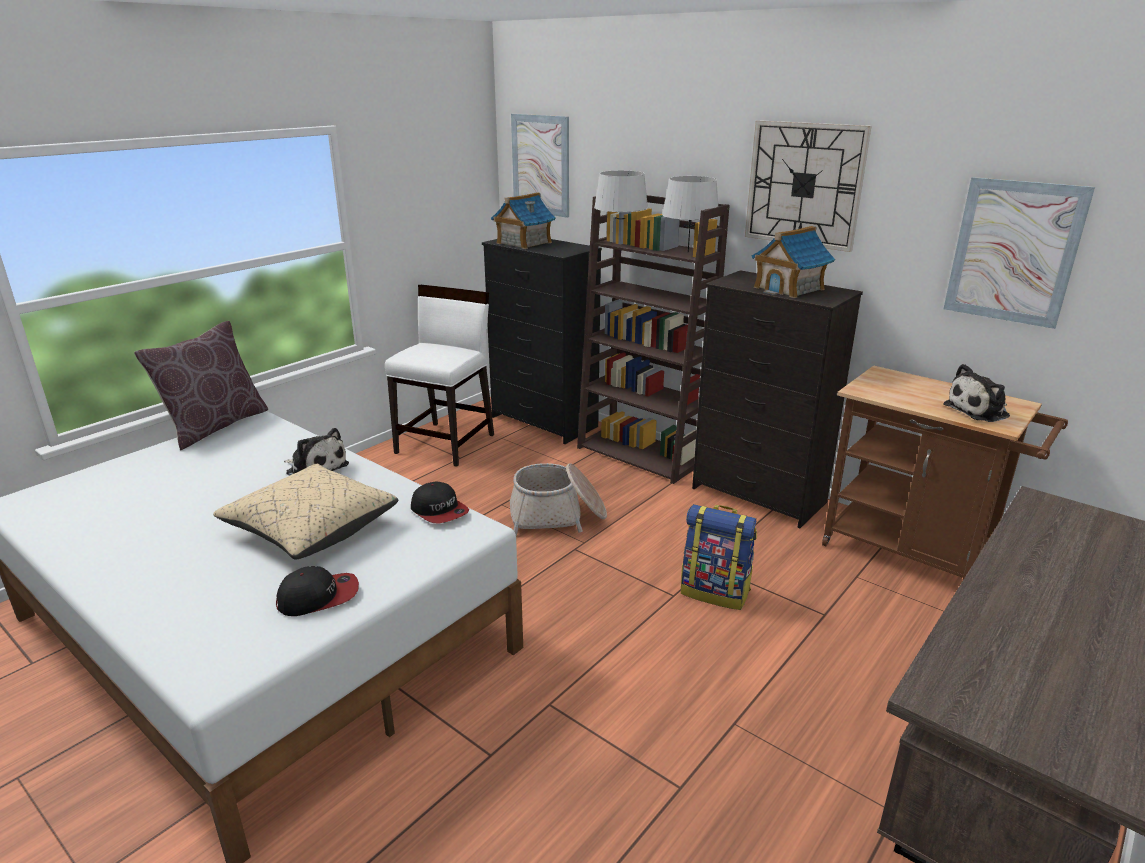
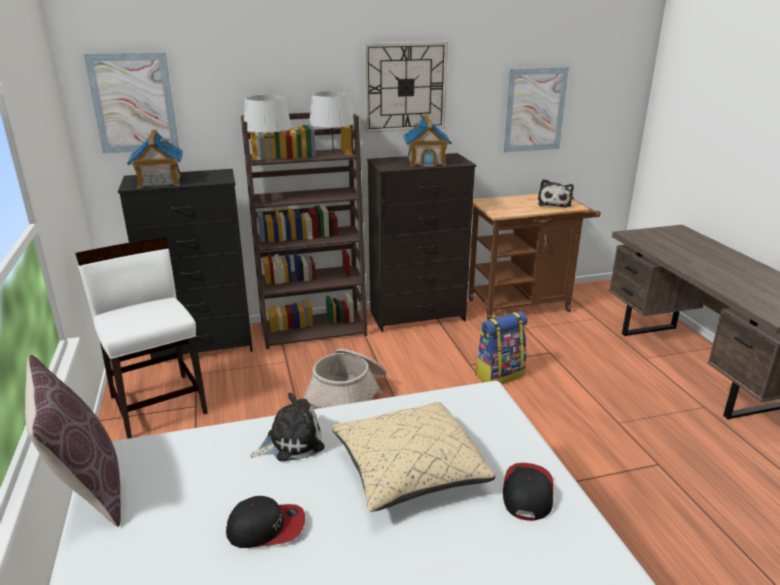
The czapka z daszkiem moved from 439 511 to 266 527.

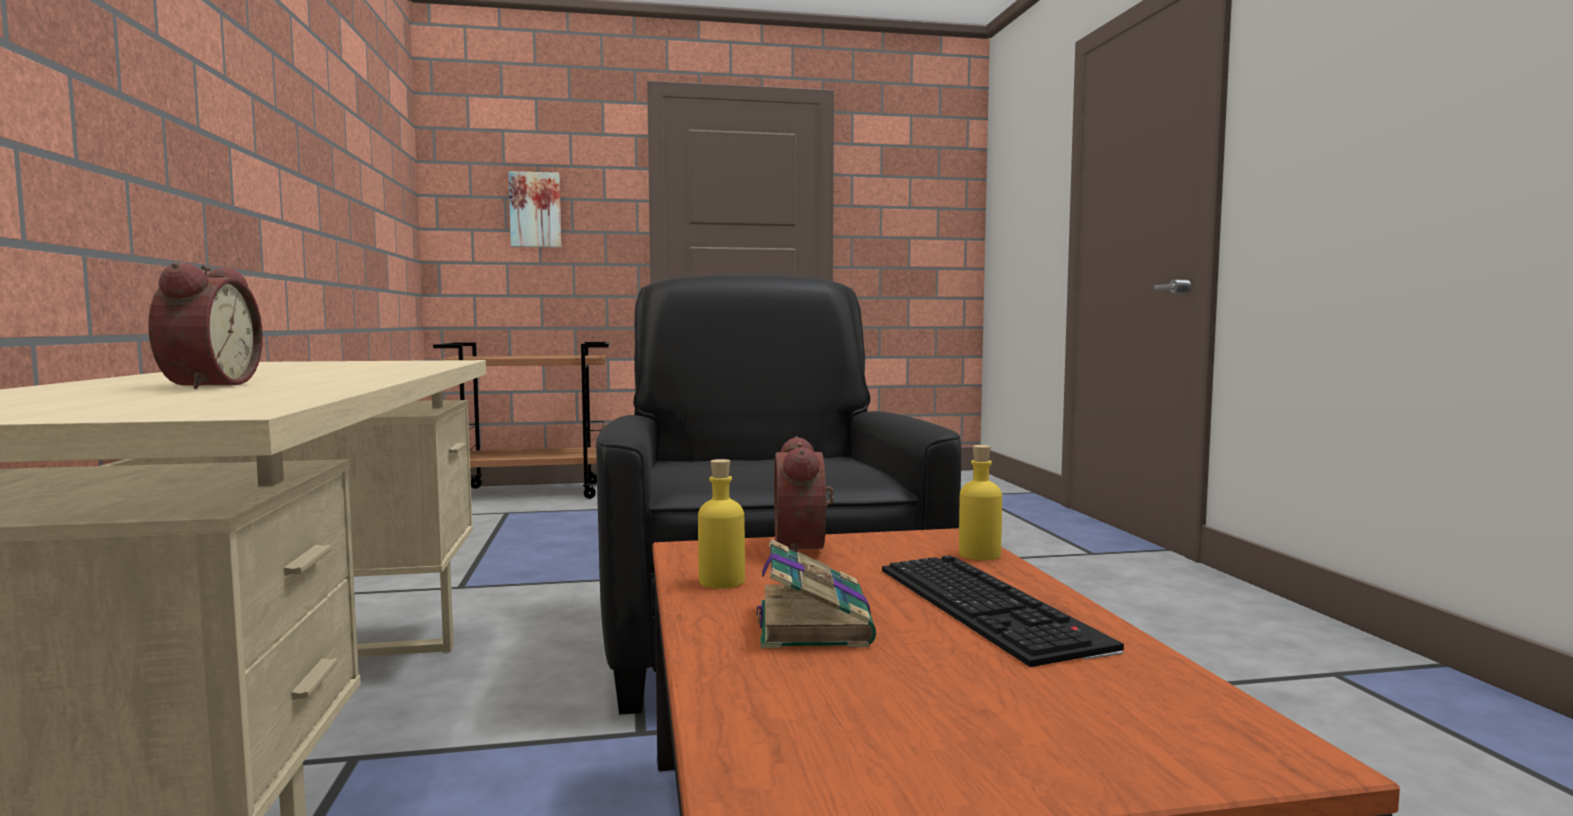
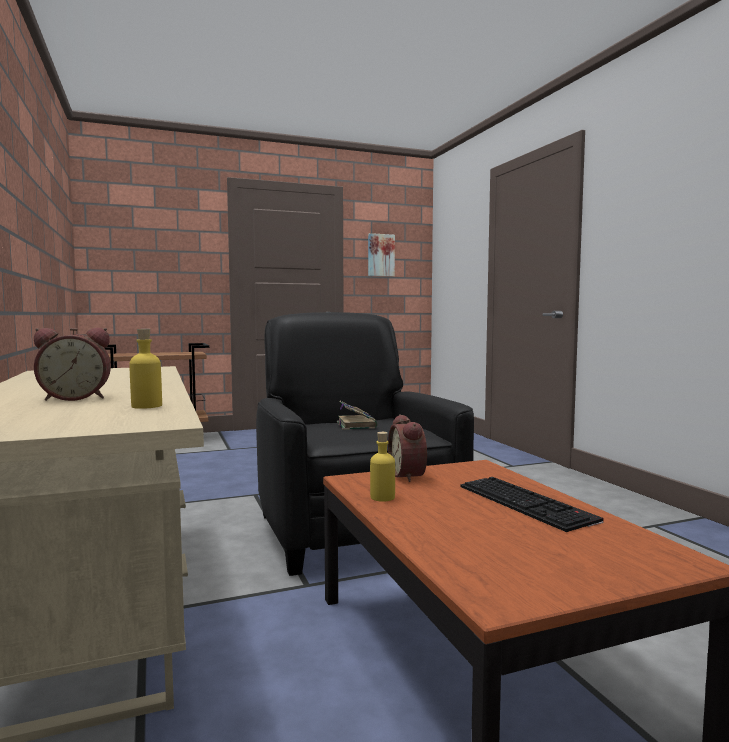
The budzik at 204 385 turned 90 degrees clockwise. The obraz moved from 535 210 to 380 255. The książka moved from 813 623 to 356 425. The butelka (żółty) moved from 979 555 to 146 406.

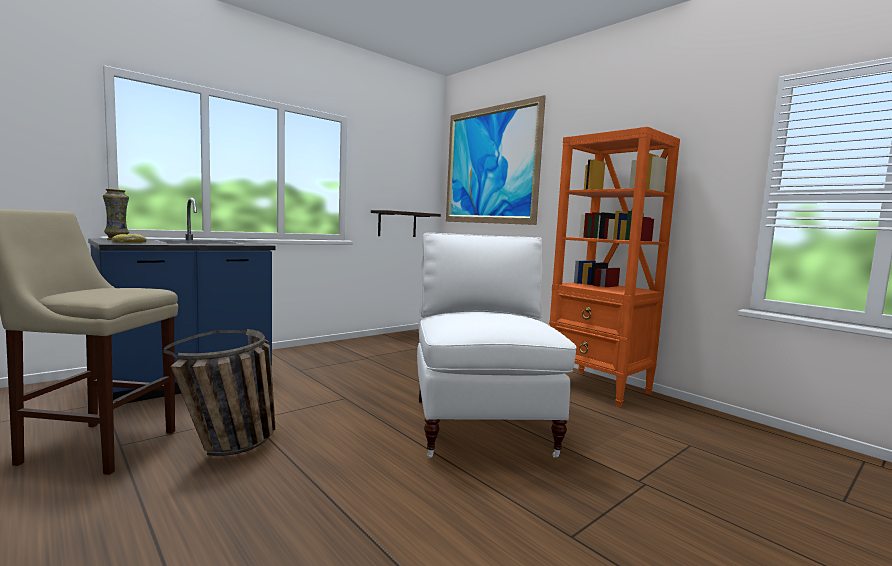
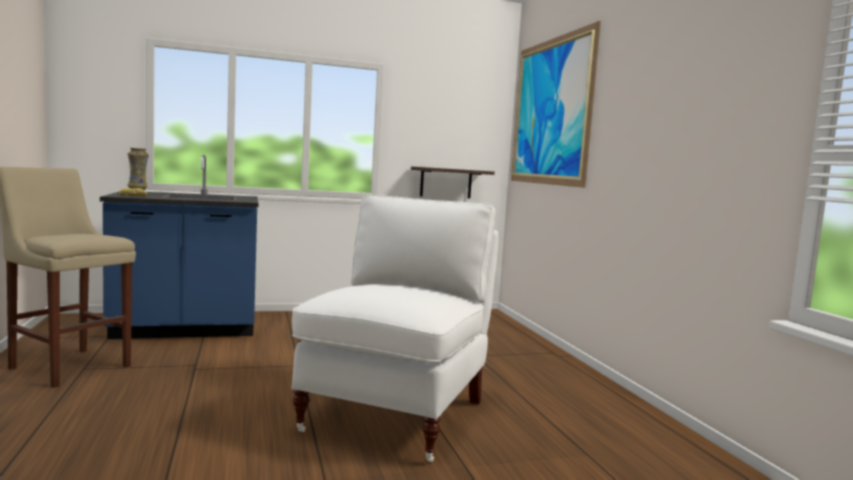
The koszyk at 232 447 disappeared. The regał (pomarańczowy) at 598 388 disappeared.

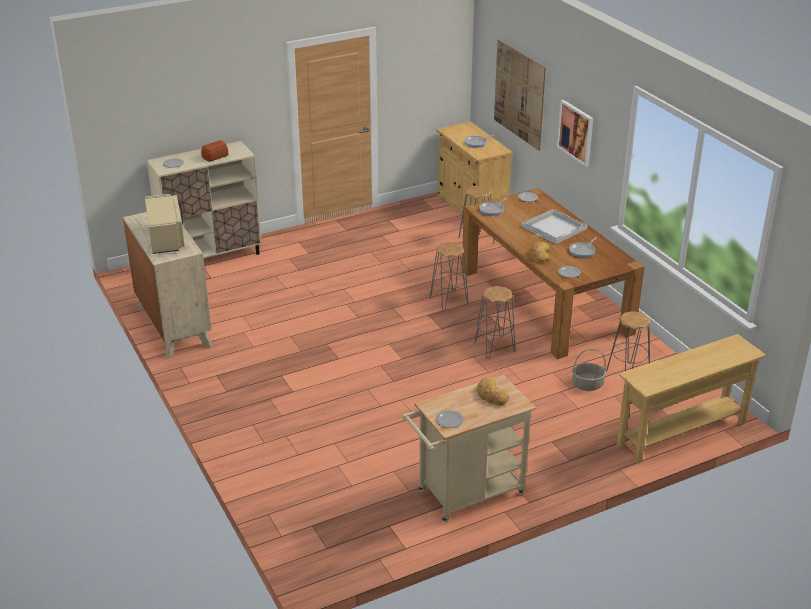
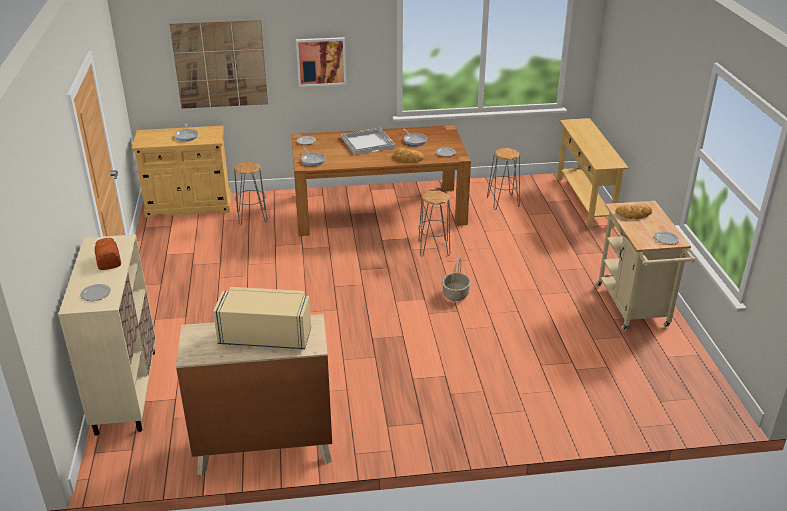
The stołek (szary) at 448 300 disappeared. The koszyk moved from 588 384 to 455 294.

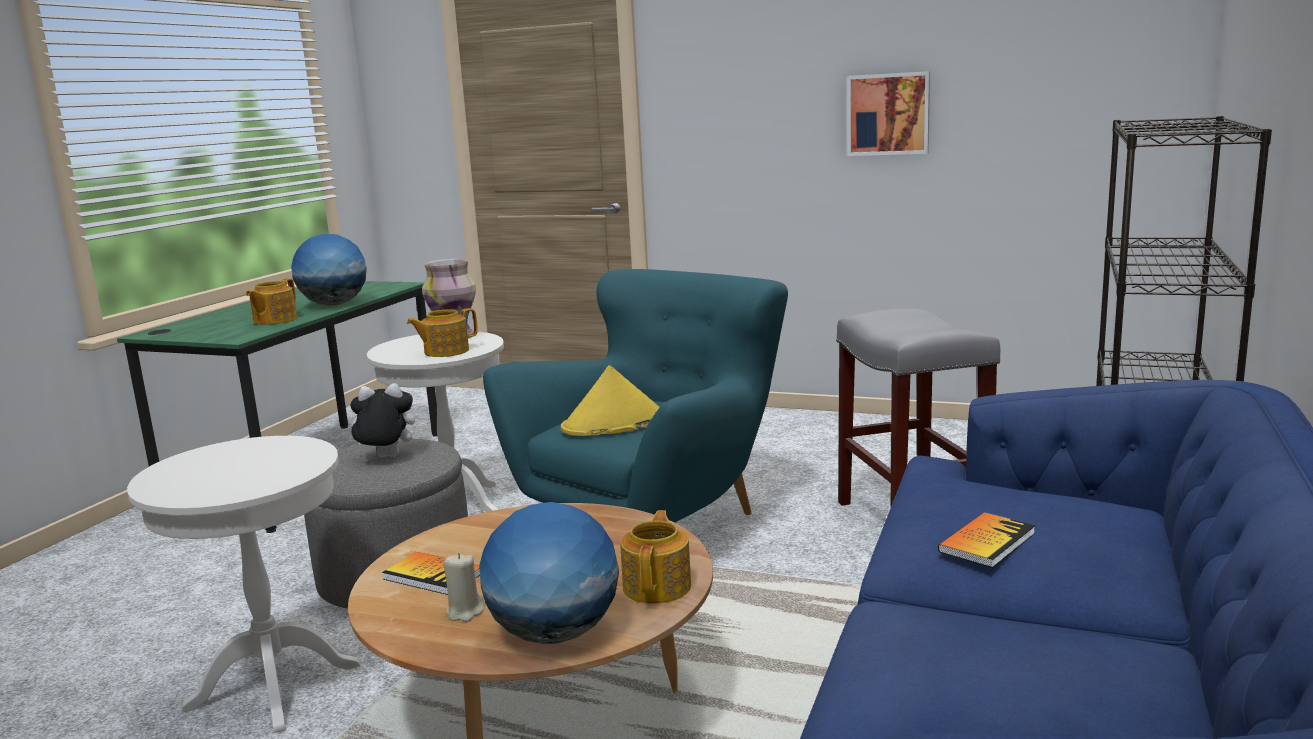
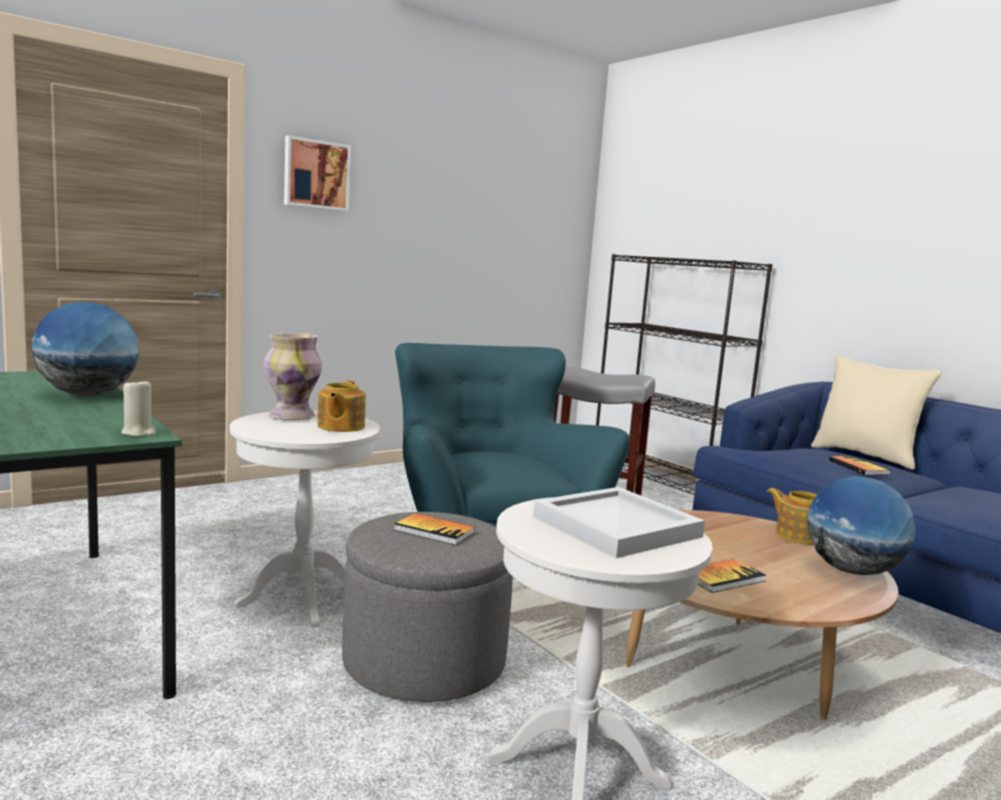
The imbryk at 274 320 disappeared. The pluszak at 385 458 was replaced by the książka at 434 531. The świeca (beżowy) moved from 465 612 to 139 433. The kapelusz (żółty) at 614 424 disappeared. The obraz moved from 888 114 to 316 174. The taca (biały) at 616 527 appeared. The poduszka (beżowy) at 865 456 appeared.

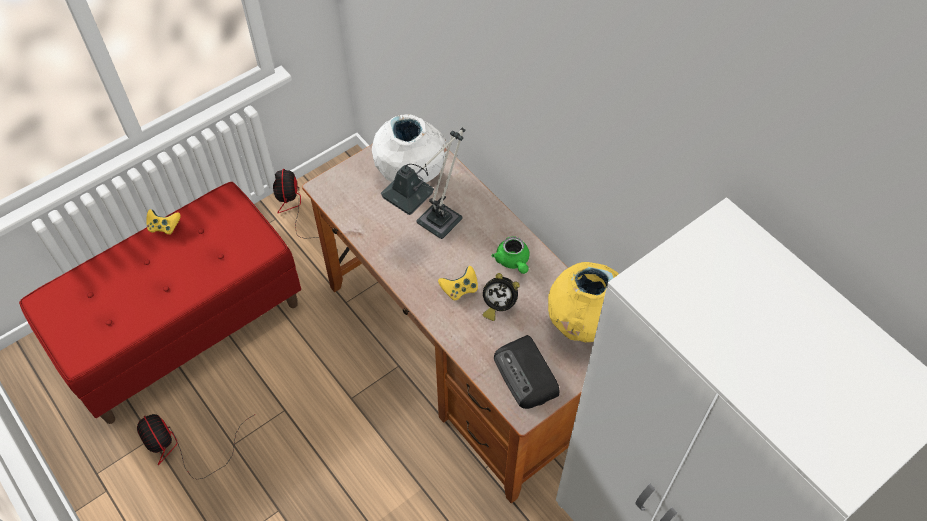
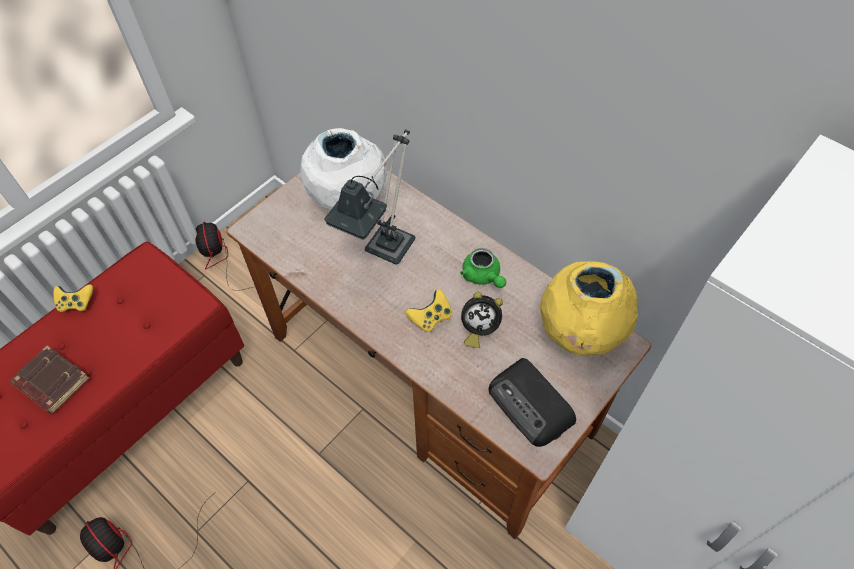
The książka (brązowy) at 51 382 appeared.

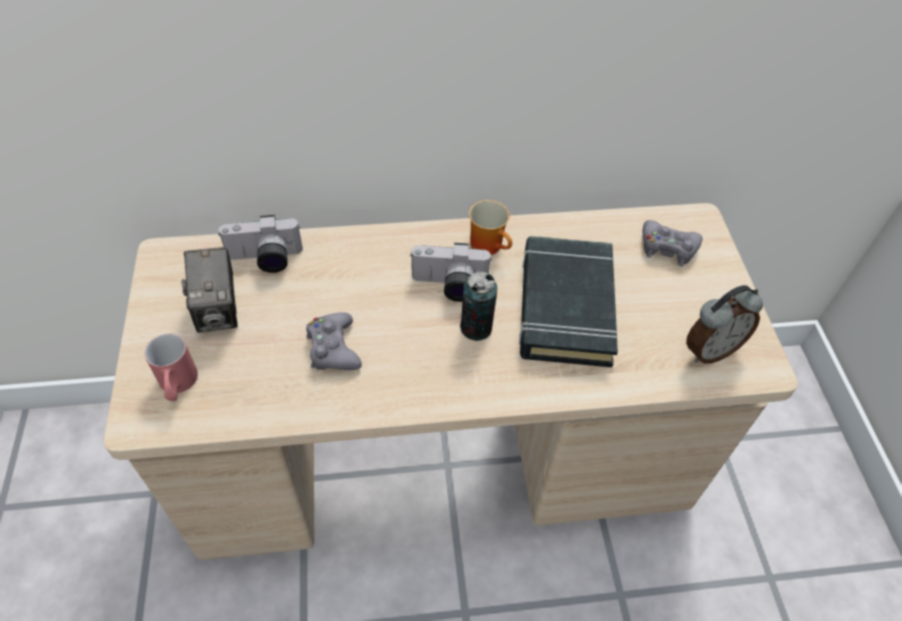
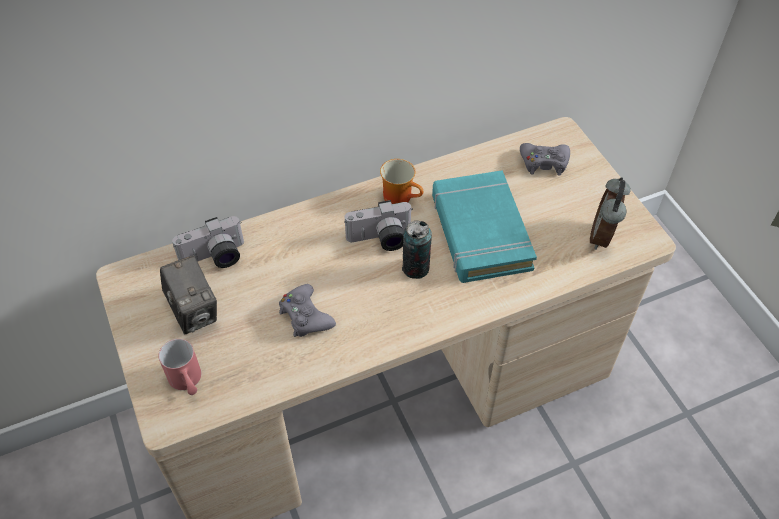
The książka (czarny) at 565 307 became the książka (turkusowy) at 480 232. The budzik at 709 349 turned 150 degrees clockwise.

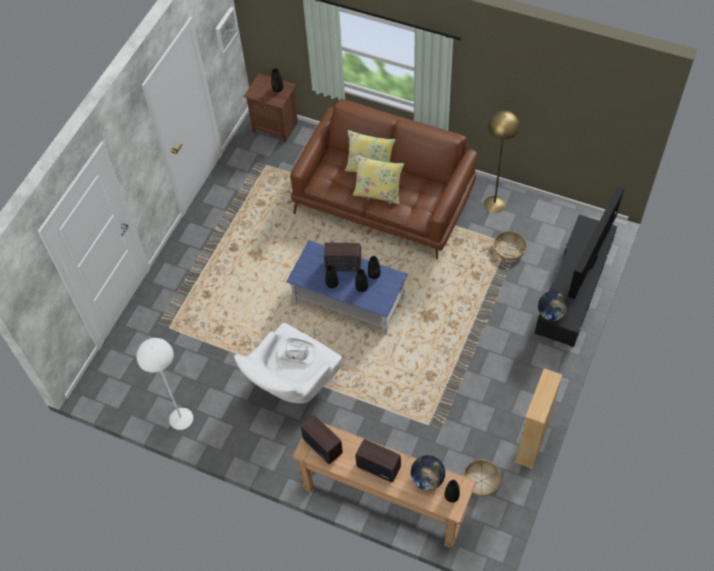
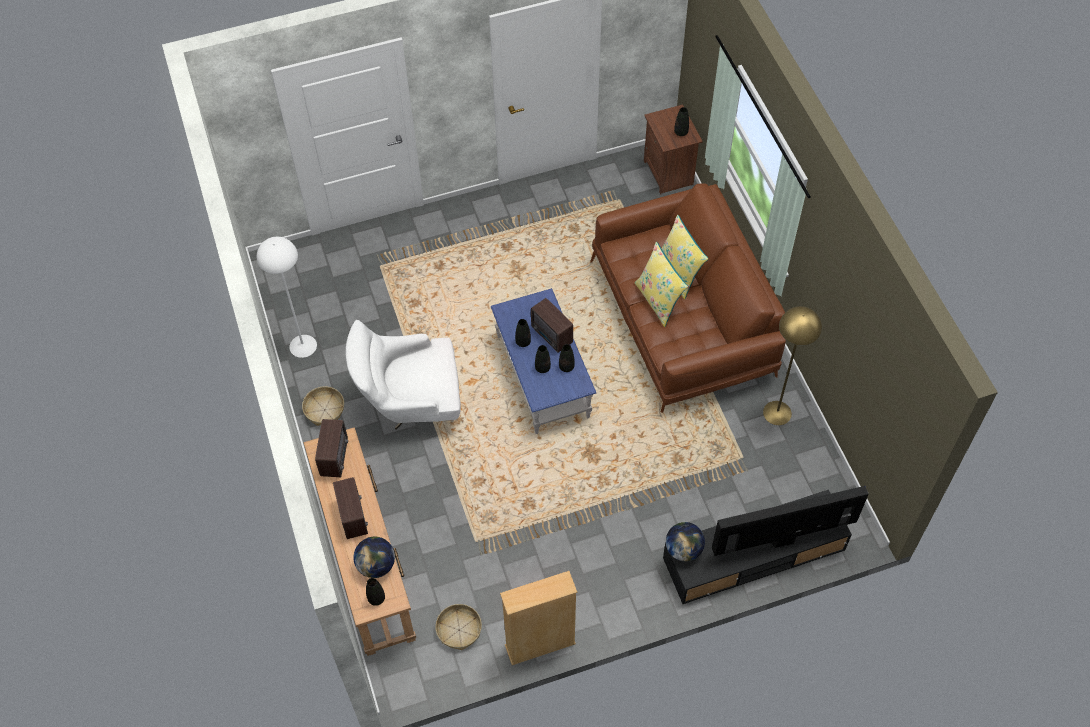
The obraz at 225 29 disappeared. The kapelusz (biały) at 296 352 disappeared. The koszyk moved from 509 249 to 324 410.

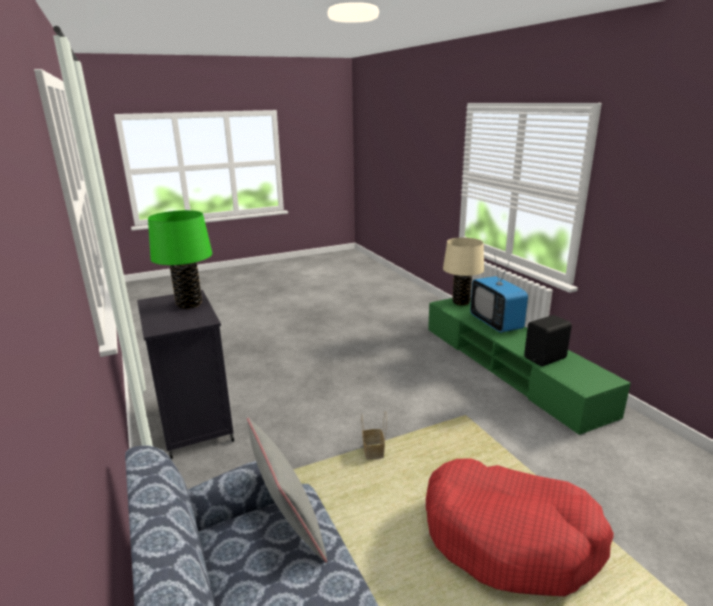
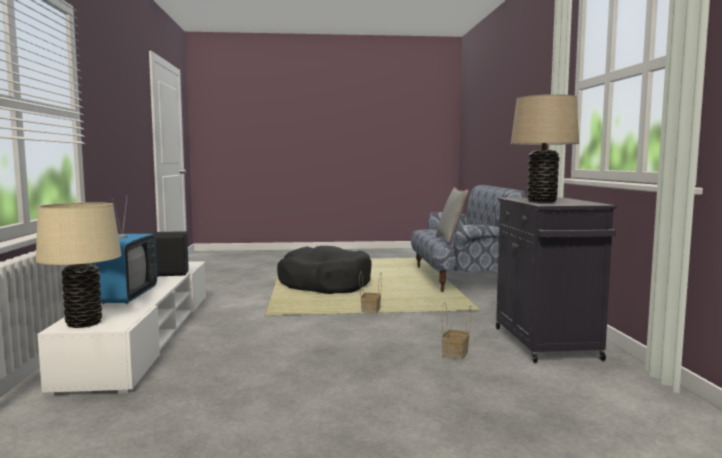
The lampa stołowa (zielony) at 189 304 became the lampa stołowa (beżowy) at 542 201. The legowisko (czerwony) at 510 538 became the legowisko (czarny) at 324 284. The szafka pod telewizor (zielony) at 509 369 became the szafka pod telewizor (biały) at 146 334. The koszyk at 455 354 appeared.

